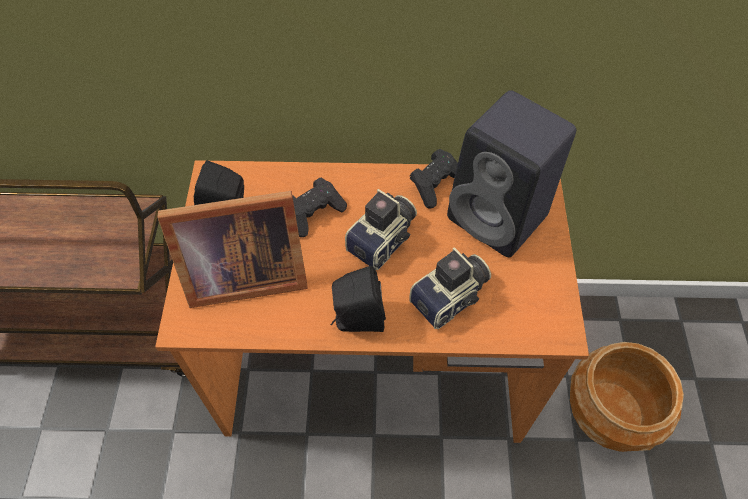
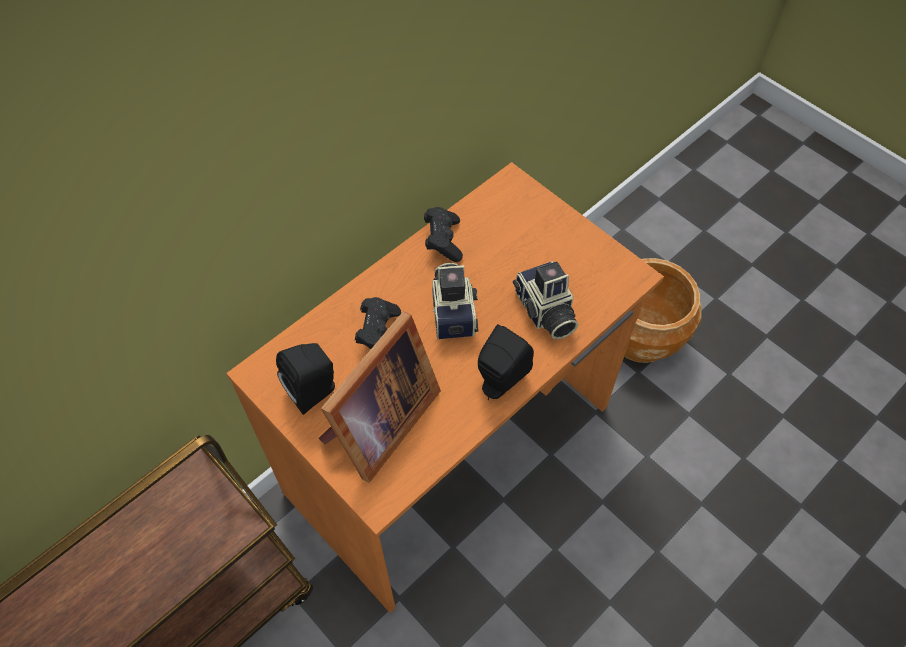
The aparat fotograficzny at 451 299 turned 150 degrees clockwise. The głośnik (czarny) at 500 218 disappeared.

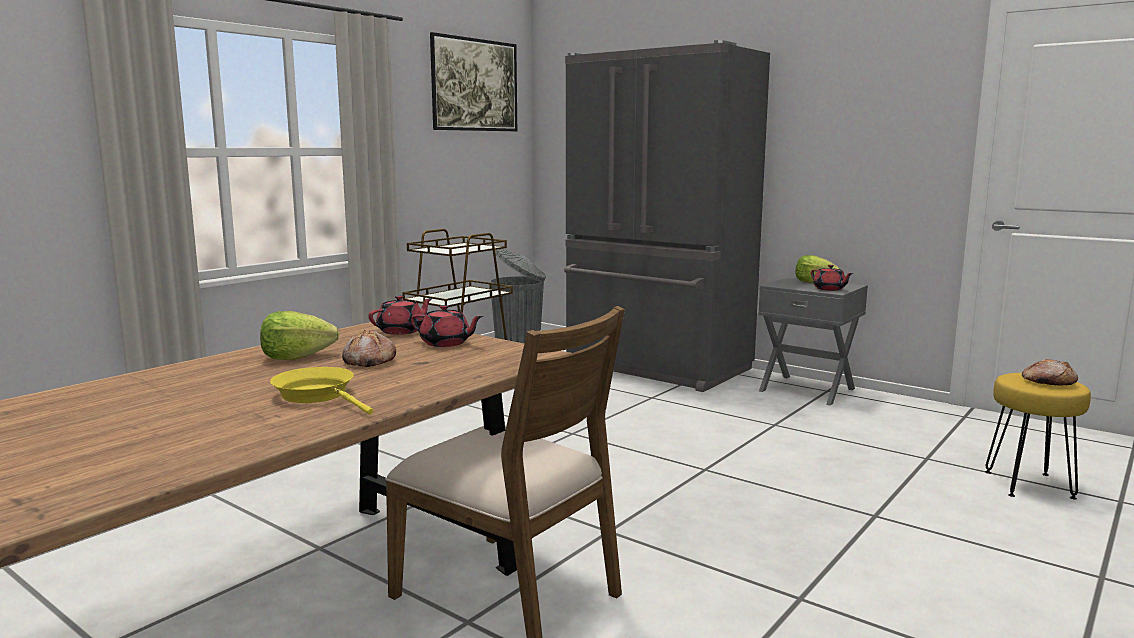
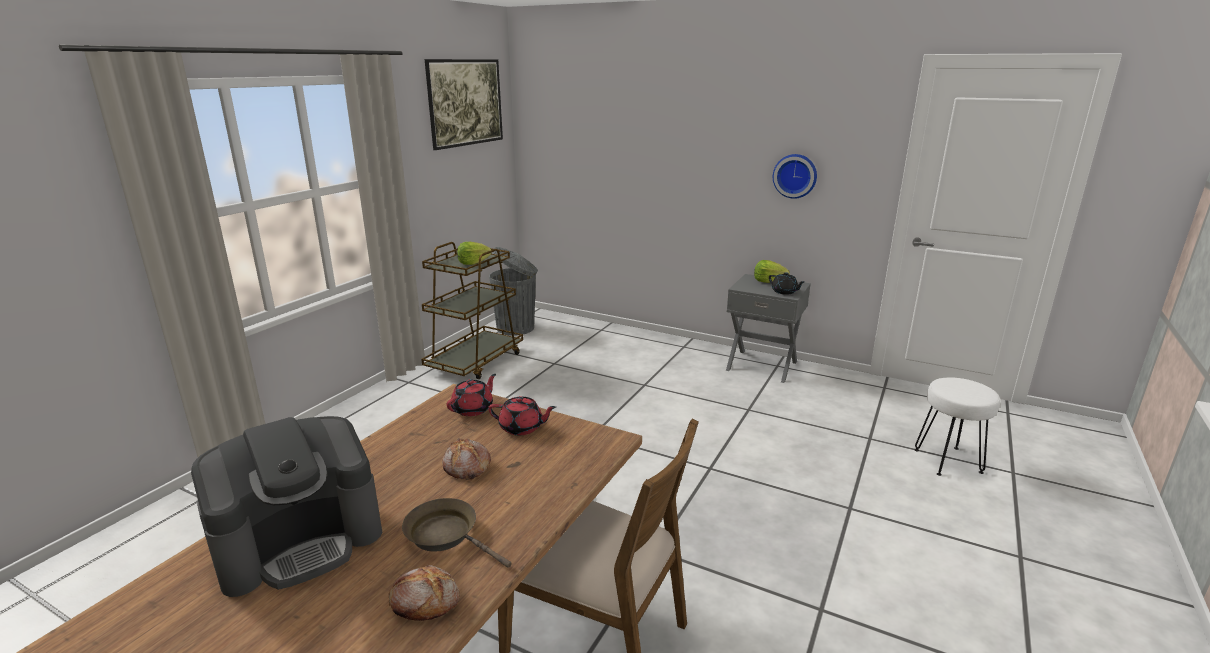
The sałata moved from 296 357 to 473 263. The patelnia (żółty) at 318 395 became the patelnia (brązowy) at 446 535. The lodówka (szary) at 656 367 disappeared. The imbryk (czerwony) at 829 289 became the imbryk (czarny) at 784 292. The stołek (żółty) at 1030 485 became the stołek (biały) at 948 461. The chleb moved from 1048 382 to 425 601. The ekspres do kawy at 300 541 appeared. The zegar ścienny at 795 175 appeared.

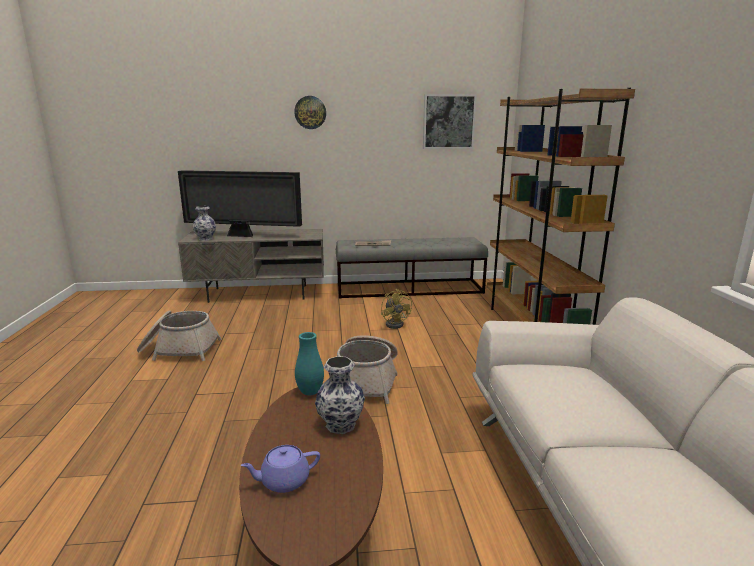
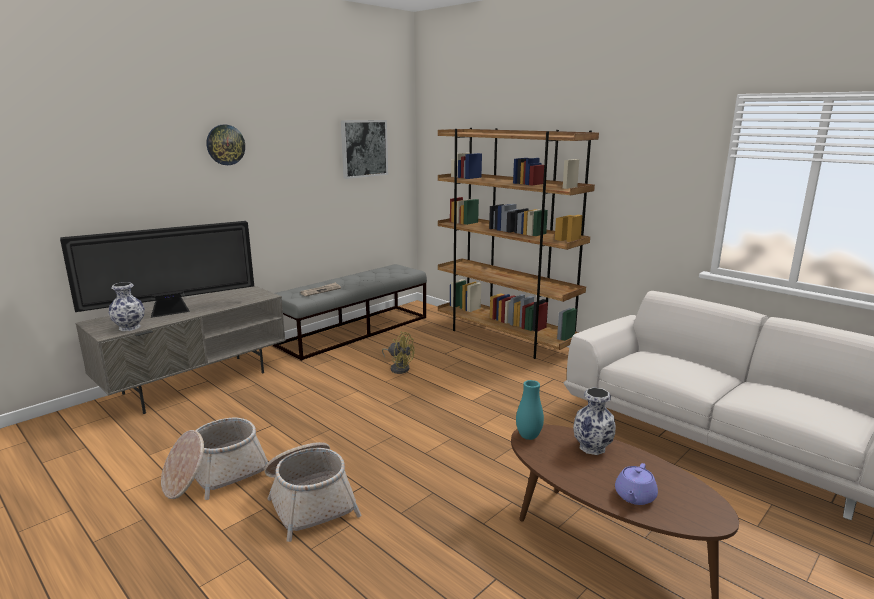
The koszyk moved from 367 381 to 309 500.

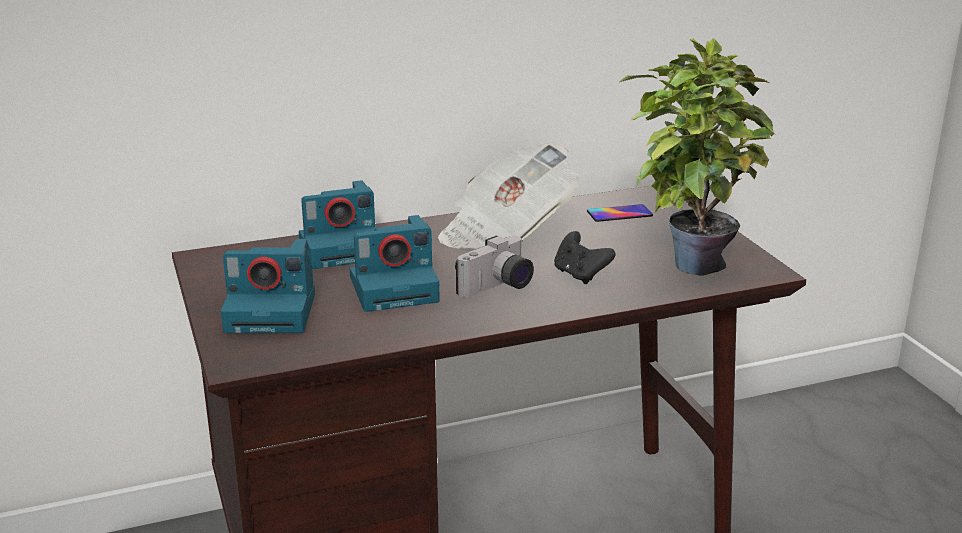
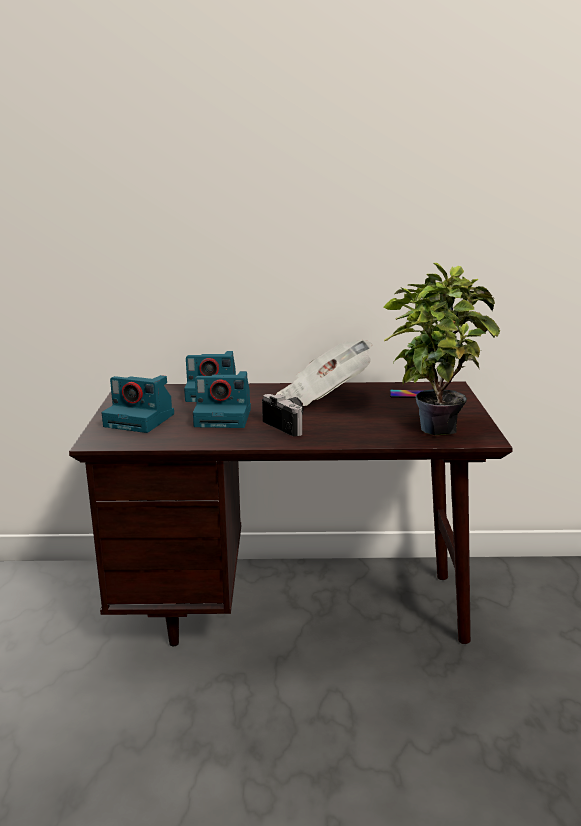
The aparat fotograficzny at 498 288 turned 105 degrees counterclockwise. The pad do gier (czarny) at 580 275 disappeared.

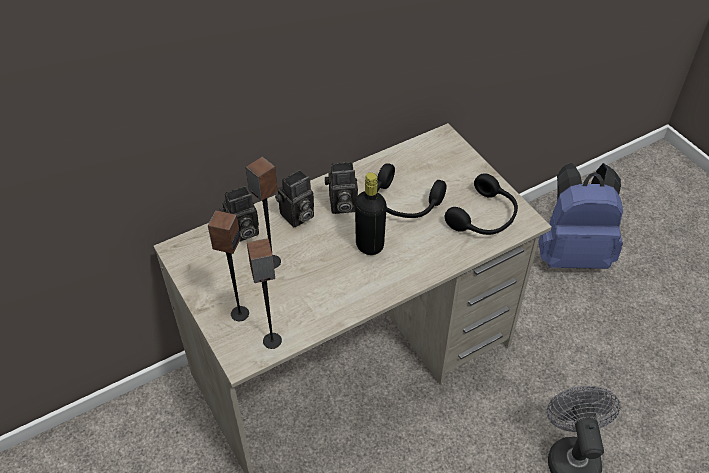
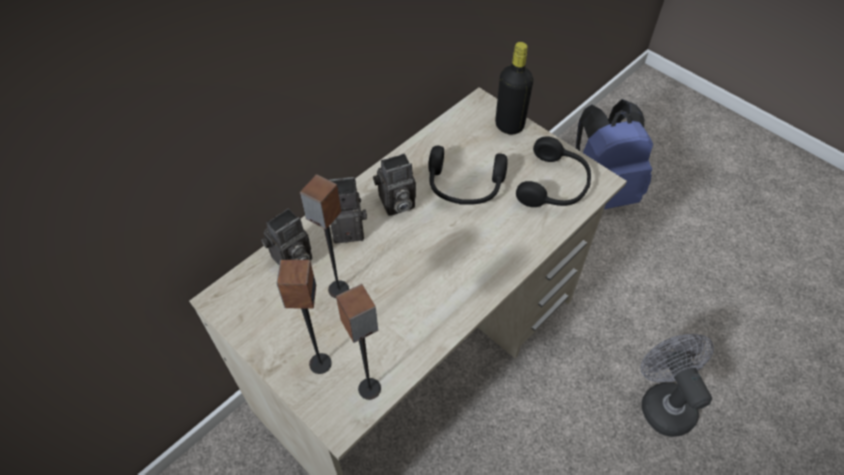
The aparat fotograficzny at 297 217 turned 135 degrees counterclockwise. The butelka (czarny) moved from 369 245 to 509 125.

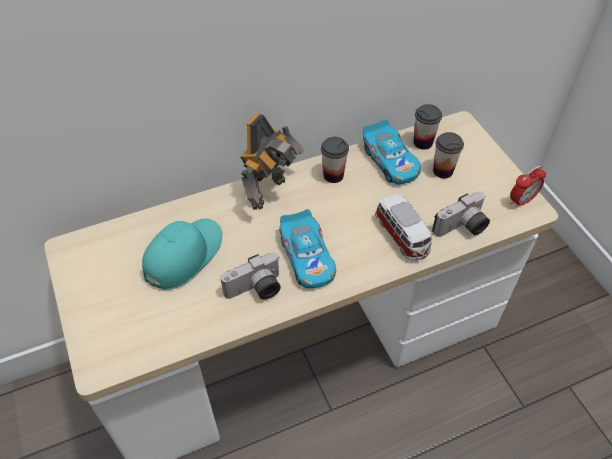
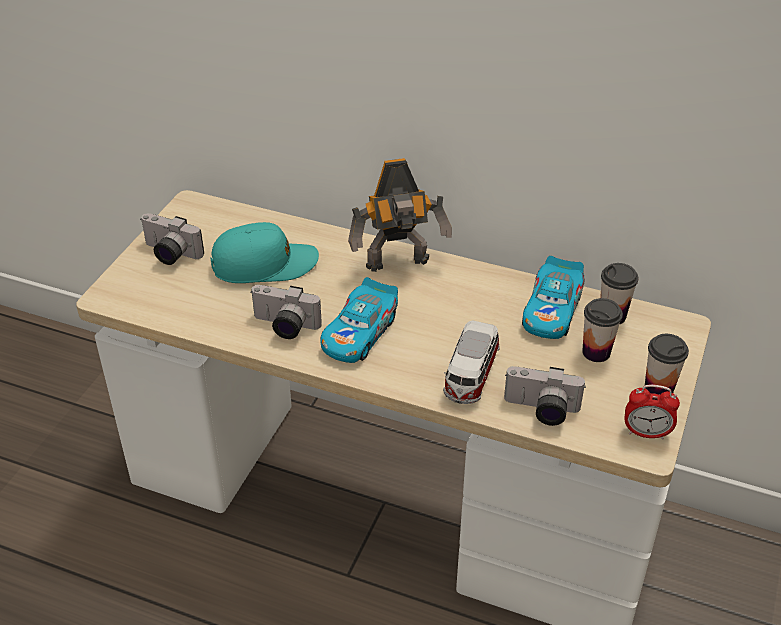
The filiżanka moved from 333 175 to 658 389. The aparat fotograficzny at 169 254 appeared.

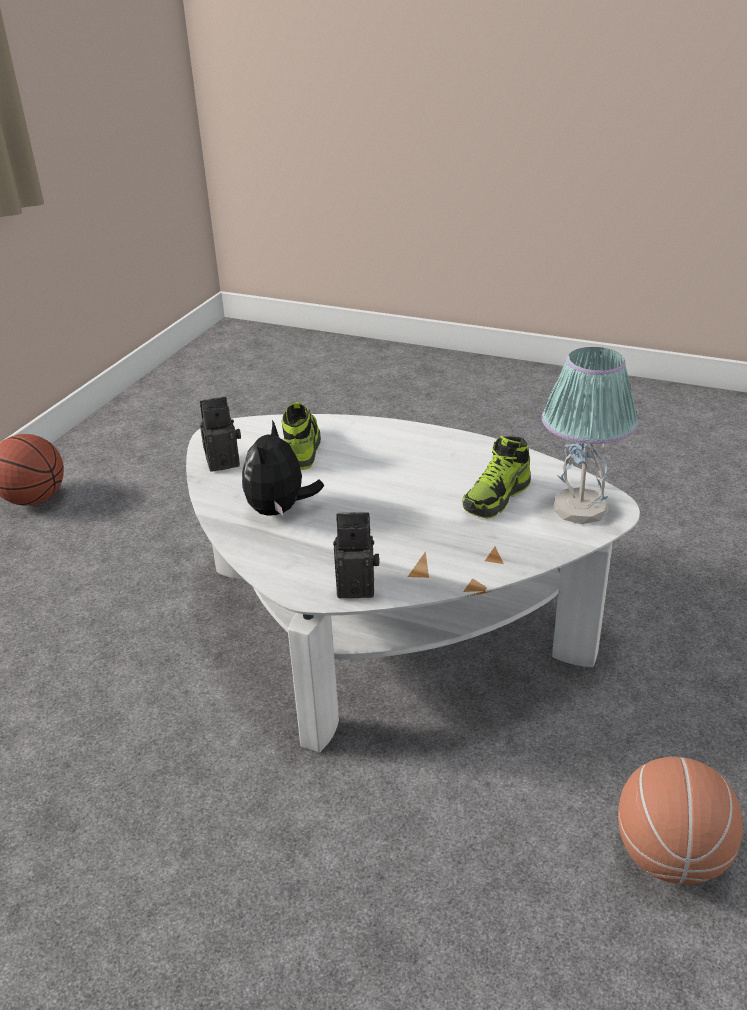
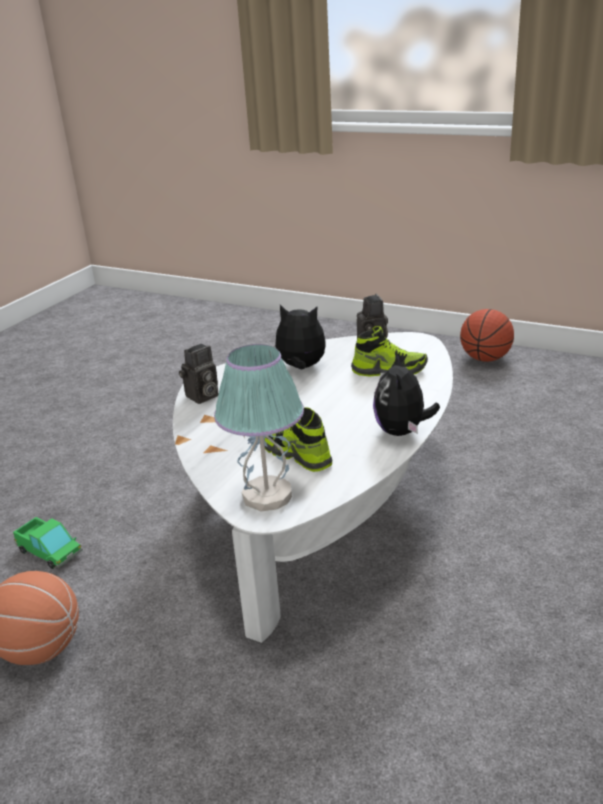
The aparat fotograficzny at 358 585 turned 45 degrees clockwise. The ciężarówka zabawkowa at 50 551 appeared. The pluszak at 402 432 appeared.

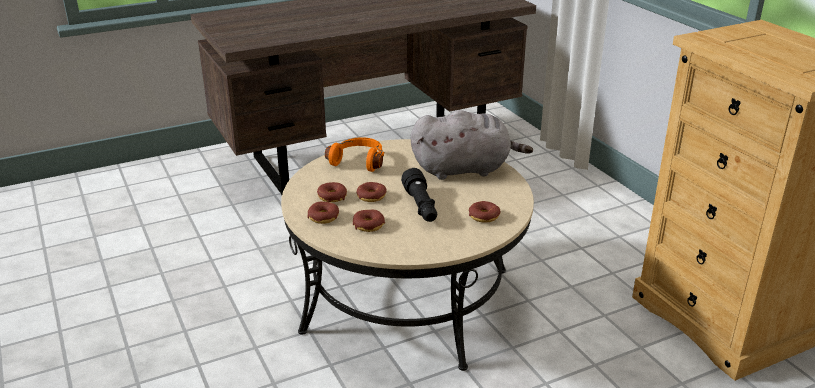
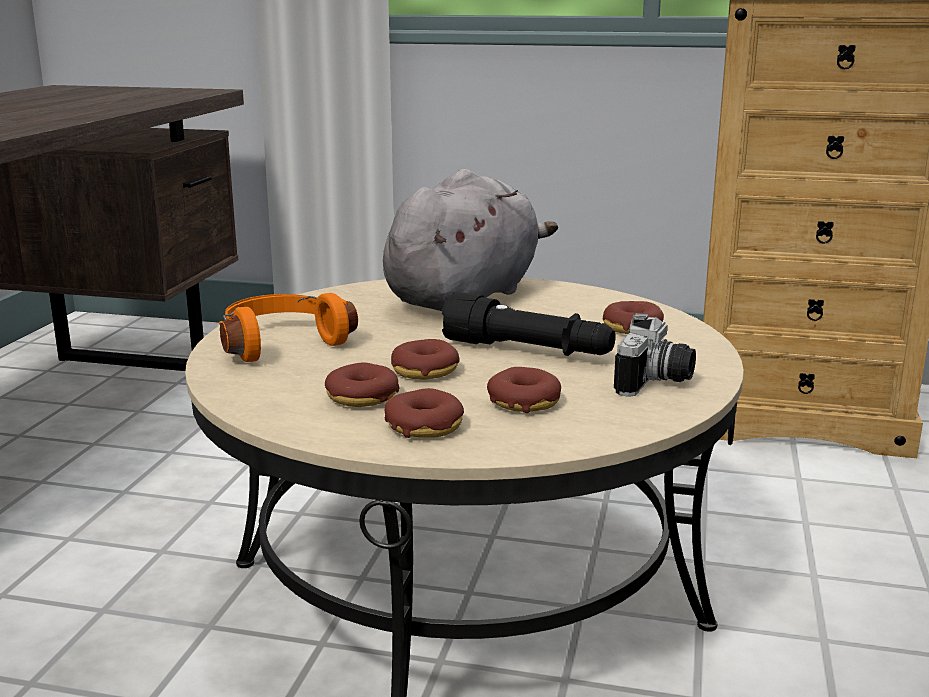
The aparat fotograficzny at 656 382 appeared.

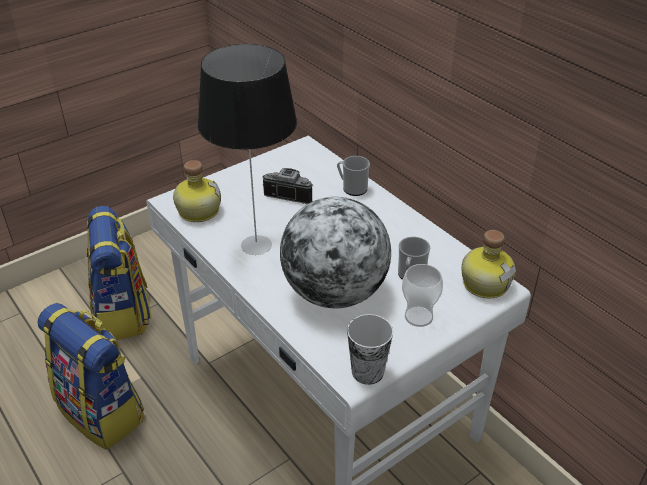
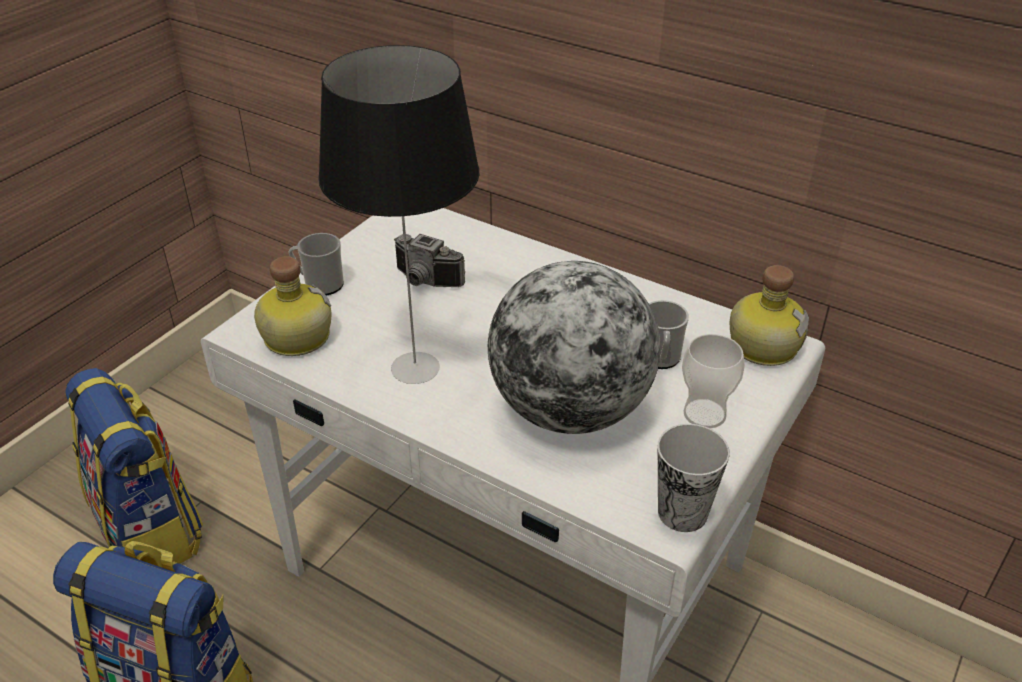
The aparat fotograficzny at 290 194 turned 150 degrees counterclockwise. The kubek moved from 352 188 to 320 284.

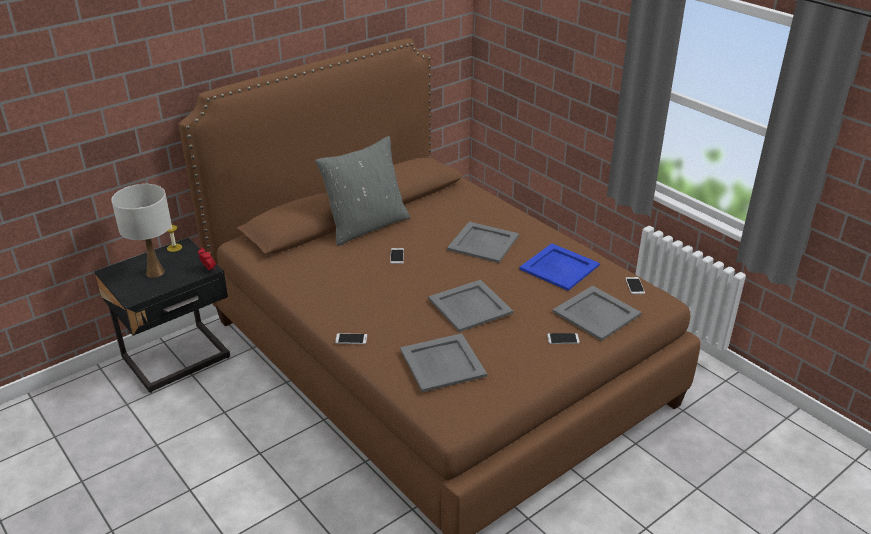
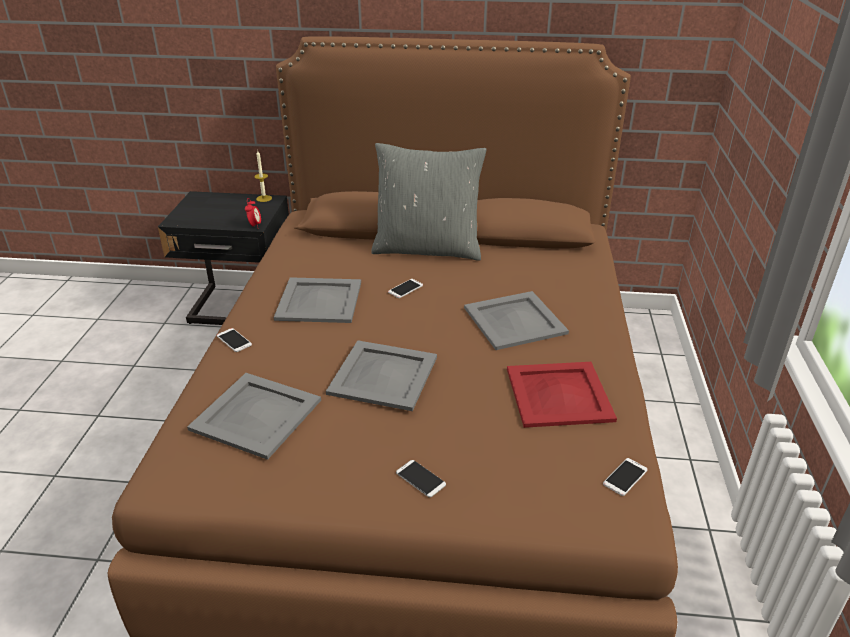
The lampa stołowa (biały) at 155 272 disappeared. The taca (niebieski) at 559 267 became the taca (czerwony) at 558 395. The taca (szary) moved from 596 313 to 318 301.

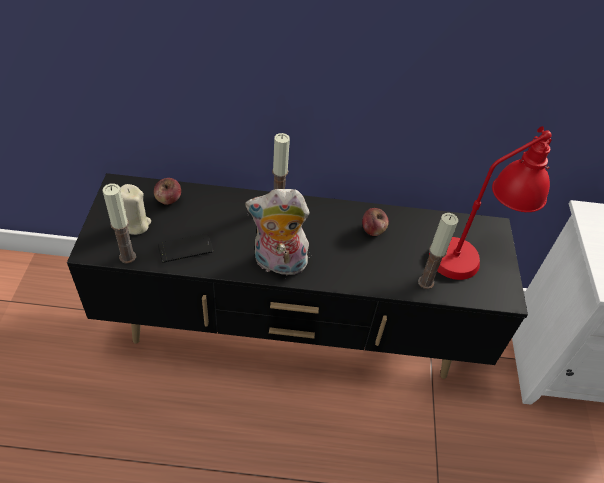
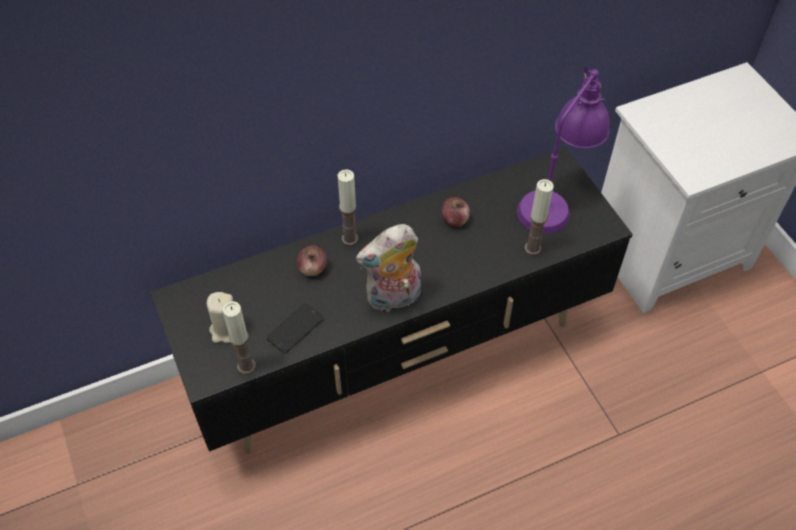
The jabłko moved from 168 199 to 313 269. The lampa stołowa (czerwony) at 473 253 became the lampa stołowa (fioletowy) at 555 198.

